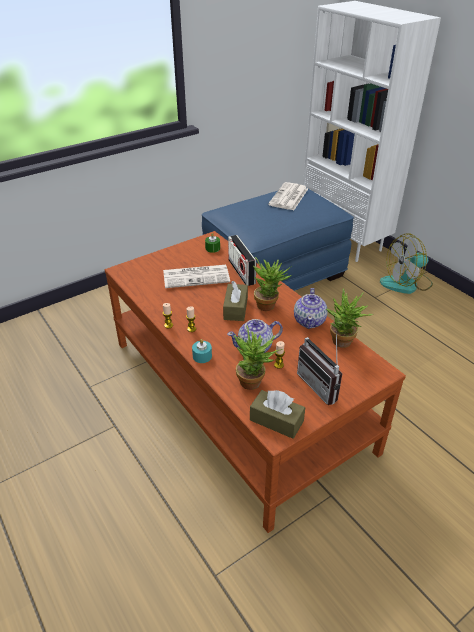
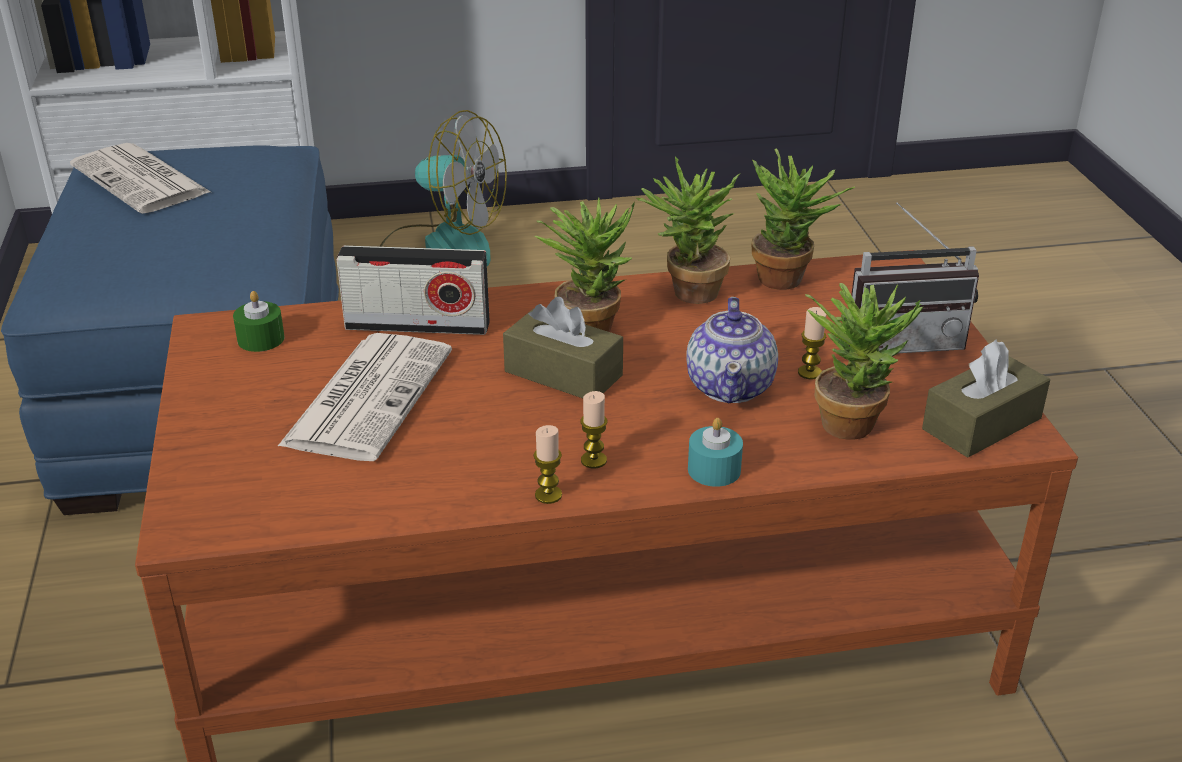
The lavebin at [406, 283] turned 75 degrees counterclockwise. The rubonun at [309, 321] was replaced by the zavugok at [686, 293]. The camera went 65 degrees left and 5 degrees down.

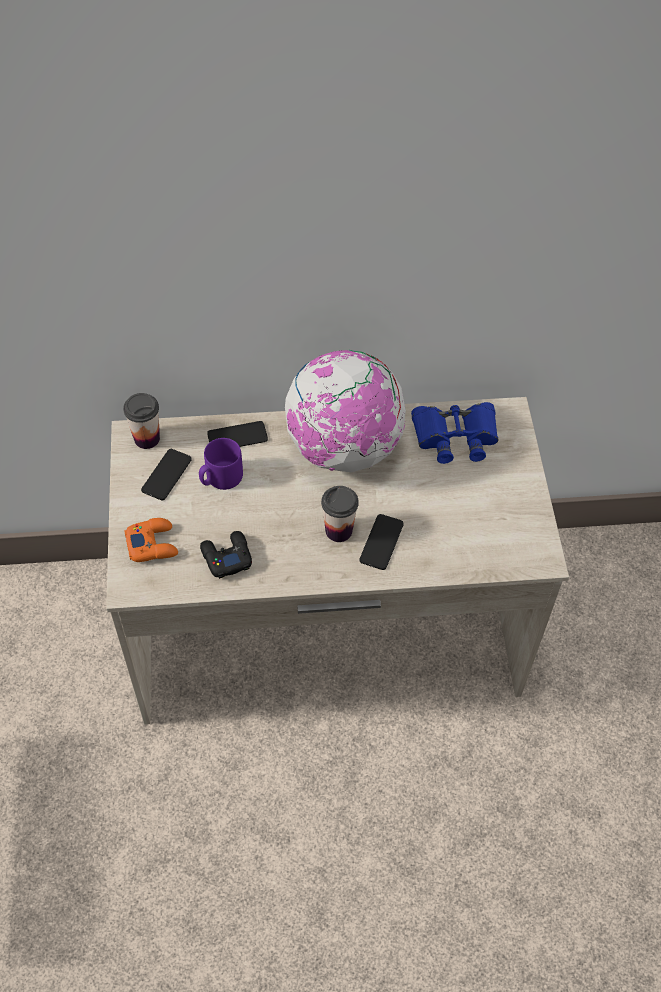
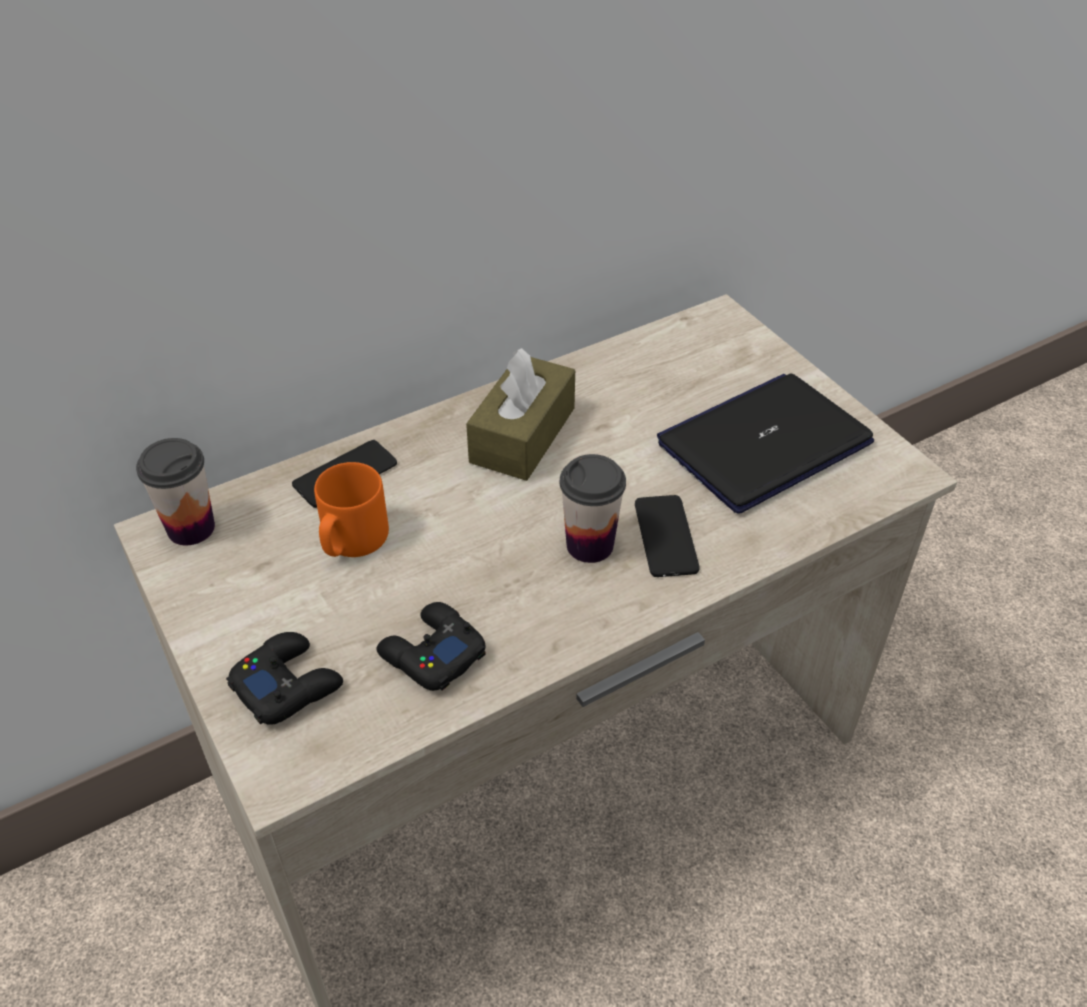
The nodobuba at [344, 449] was replaced by the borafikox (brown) at [522, 435]. The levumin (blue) at [455, 436] disappeared. The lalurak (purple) at [220, 478] became the lalurak (orange) at [351, 541]. The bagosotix at [166, 475] disappeared. The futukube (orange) at [152, 544] became the futukube (black) at [287, 684]. The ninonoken at [764, 443] appeared. The camera went 25 degrees left and 10 degrees down.

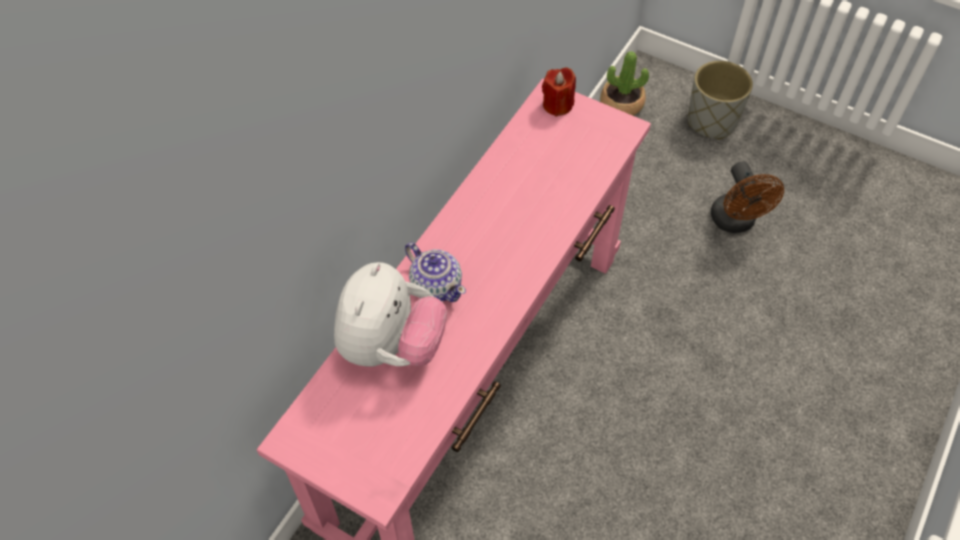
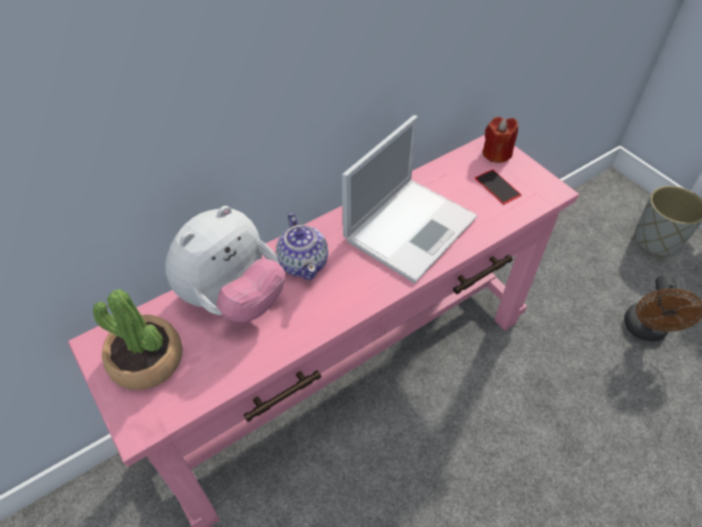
The zavugok moved from [621, 104] to [147, 360]. The ninonoken at [411, 227] appeared. The bagosotix at [497, 186] appeared. The camera went 25 degrees right and 5 degrees down.

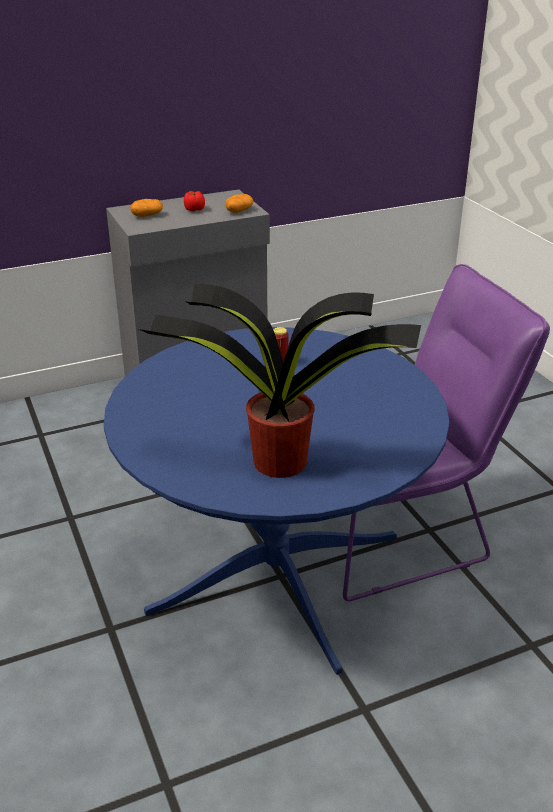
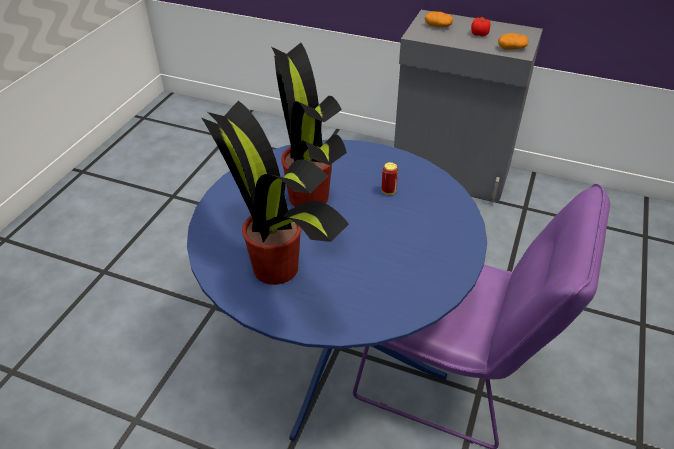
The zavugok at [308, 195] appeared. The camera went 45 degrees right and 10 degrees up.

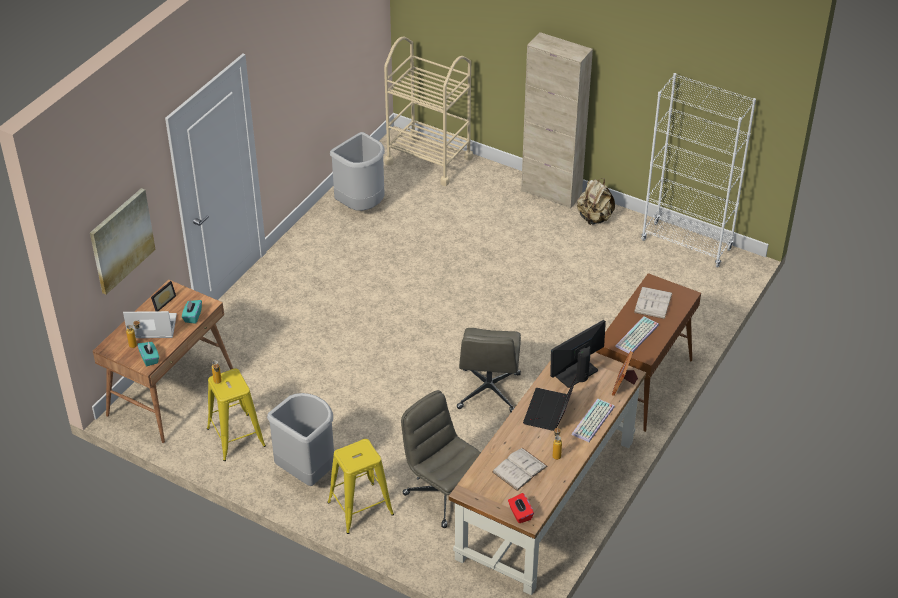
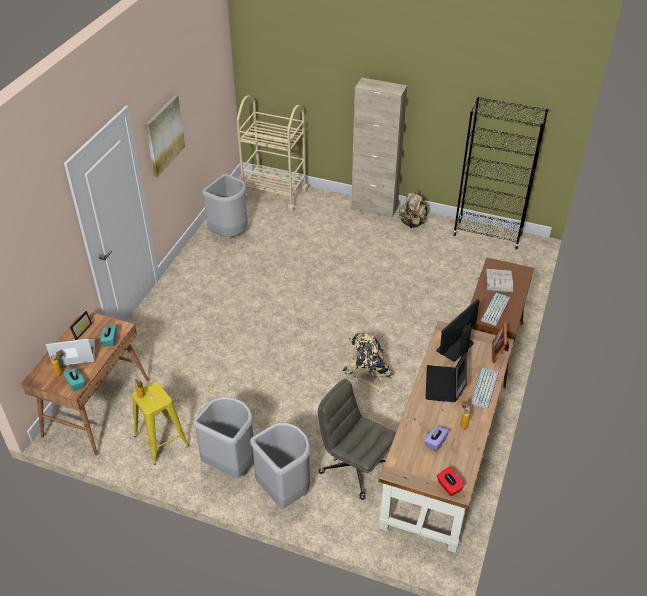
The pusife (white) at [686, 244] became the pusife (black) at [487, 235]. The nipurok moved from [121, 240] to [164, 135]. The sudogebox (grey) at [489, 392] was replaced by the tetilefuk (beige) at [368, 371]. The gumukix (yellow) at [360, 508] was replaced by the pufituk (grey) at [284, 491]. The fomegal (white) at [519, 469] was replaced by the borafikox (purple) at [435, 442]. The camera went 10 degrees left and 0 degrees up.

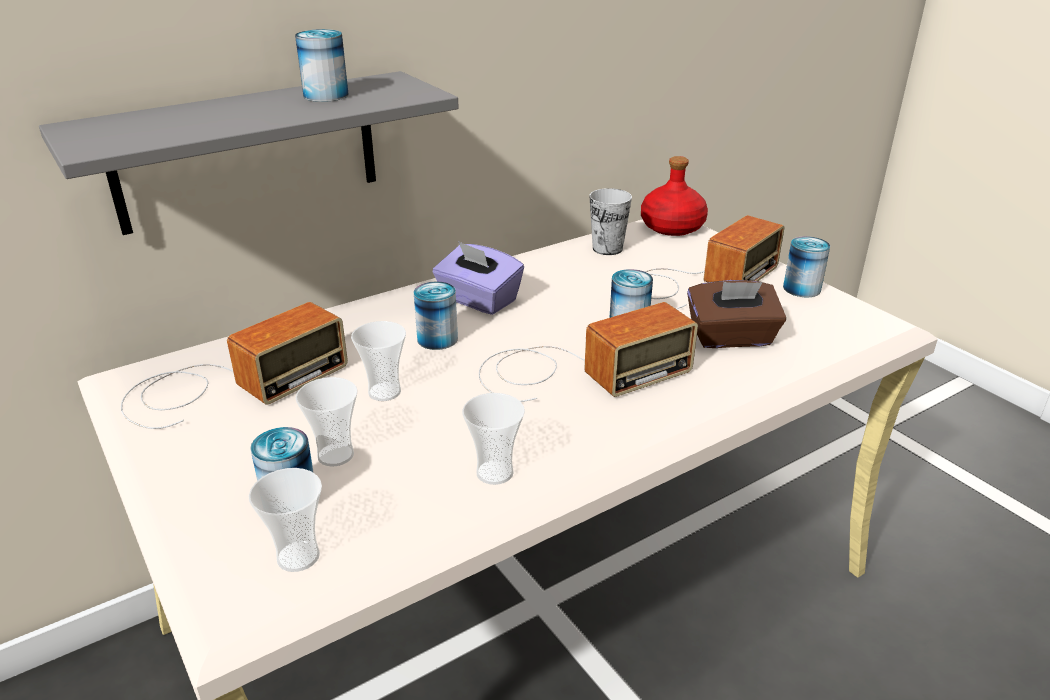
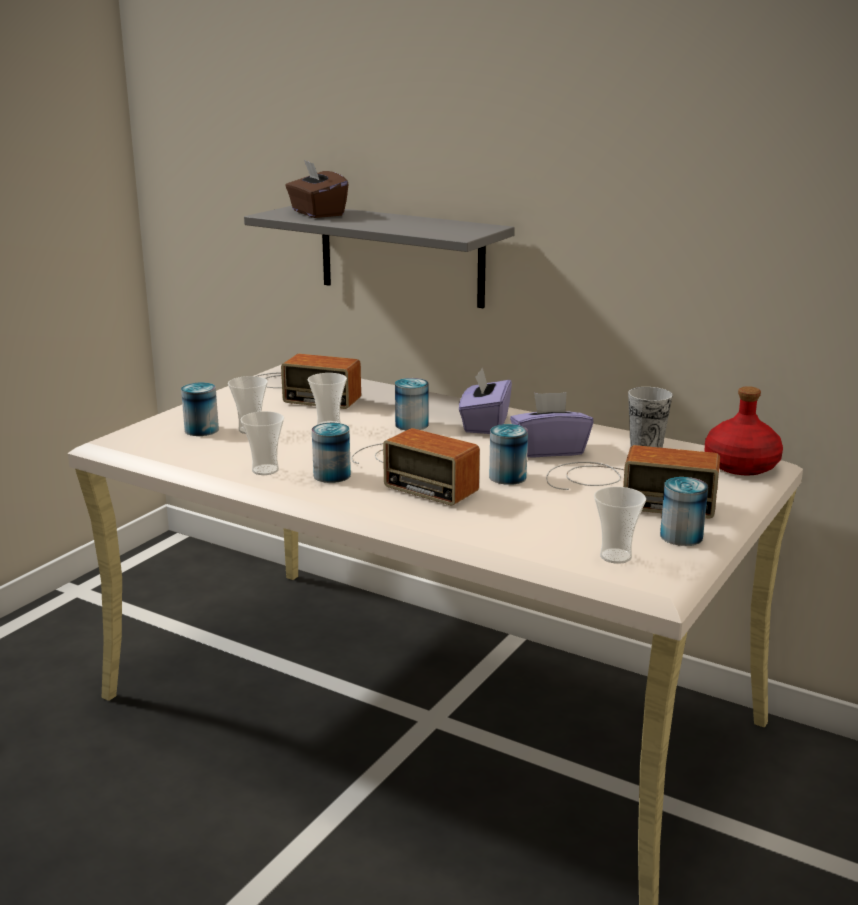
The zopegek moved from [326, 95] to [332, 475]. The borafikox (brown) moved from [731, 338] to [317, 213]. The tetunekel moved from [298, 556] to [615, 556]. The borafikox (purple) at [549, 450] appeared. The camera went 65 degrees right and 10 degrees down.

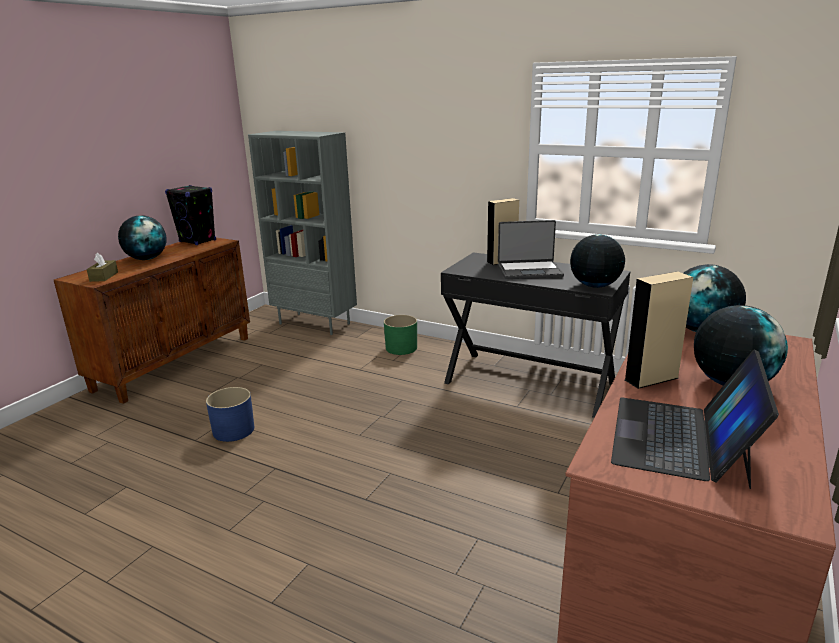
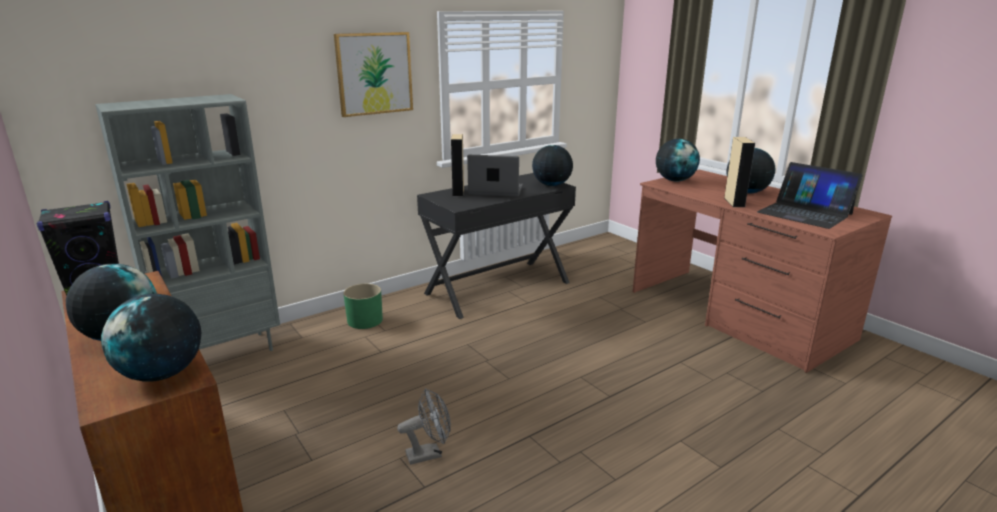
The ninonoken at [529, 271] turned 105 degrees counterclockwise. The borafikox (brown) at [104, 276] was replaced by the nodobuba at [162, 374]. The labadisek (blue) at [233, 430] was replaced by the lavebin (grey) at [429, 453]. The nipurok at [374, 73] appeared. The camera went 65 degrees left and 0 degrees up.

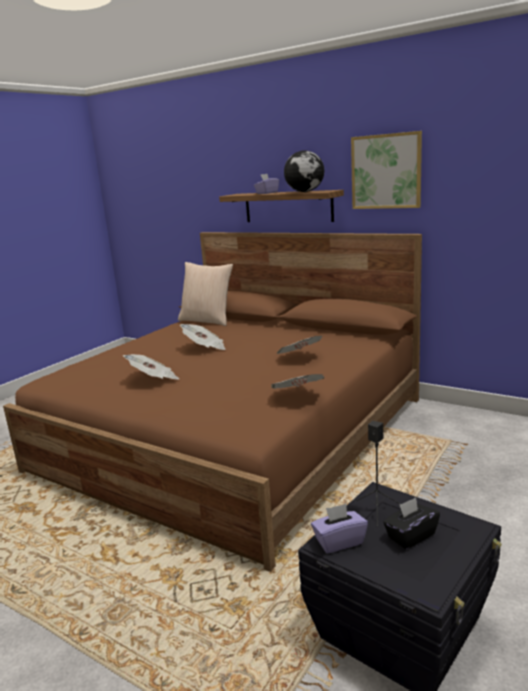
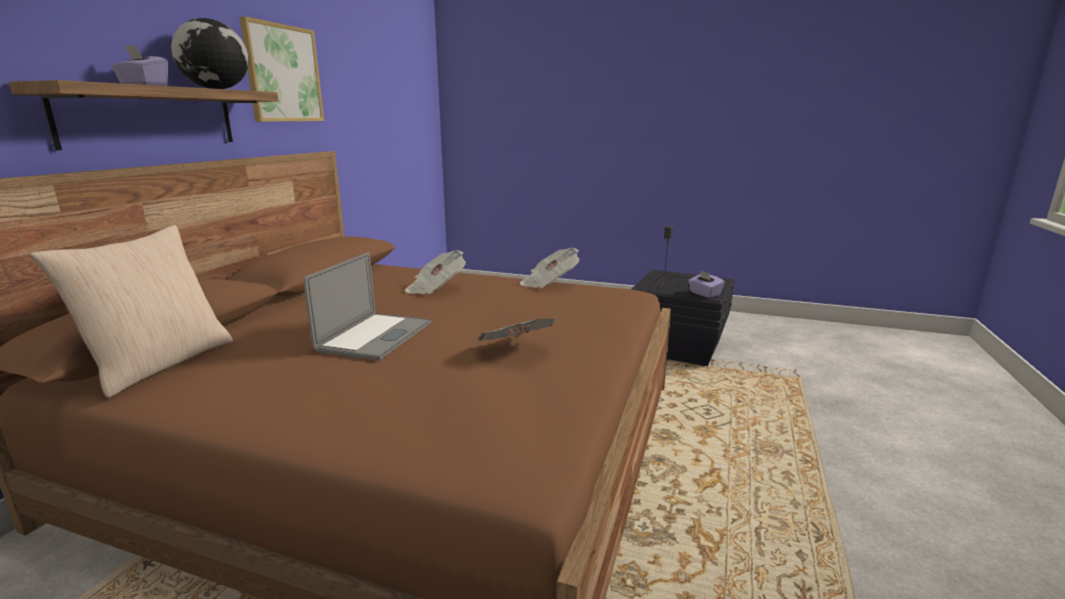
The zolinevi at [205, 348] was replaced by the ninonoken at [375, 336]. The borafikox (black) at [410, 536] disappeared. The camera went 105 degrees left and 0 degrees up.

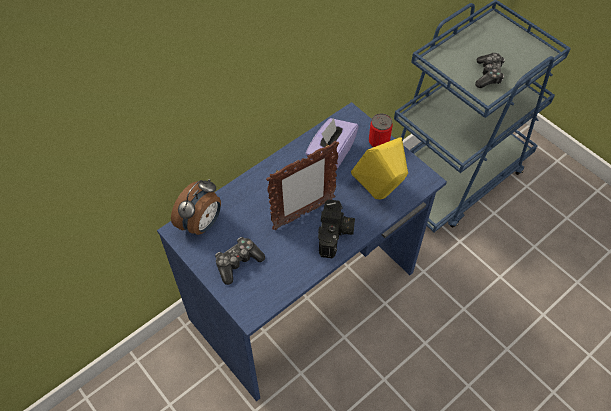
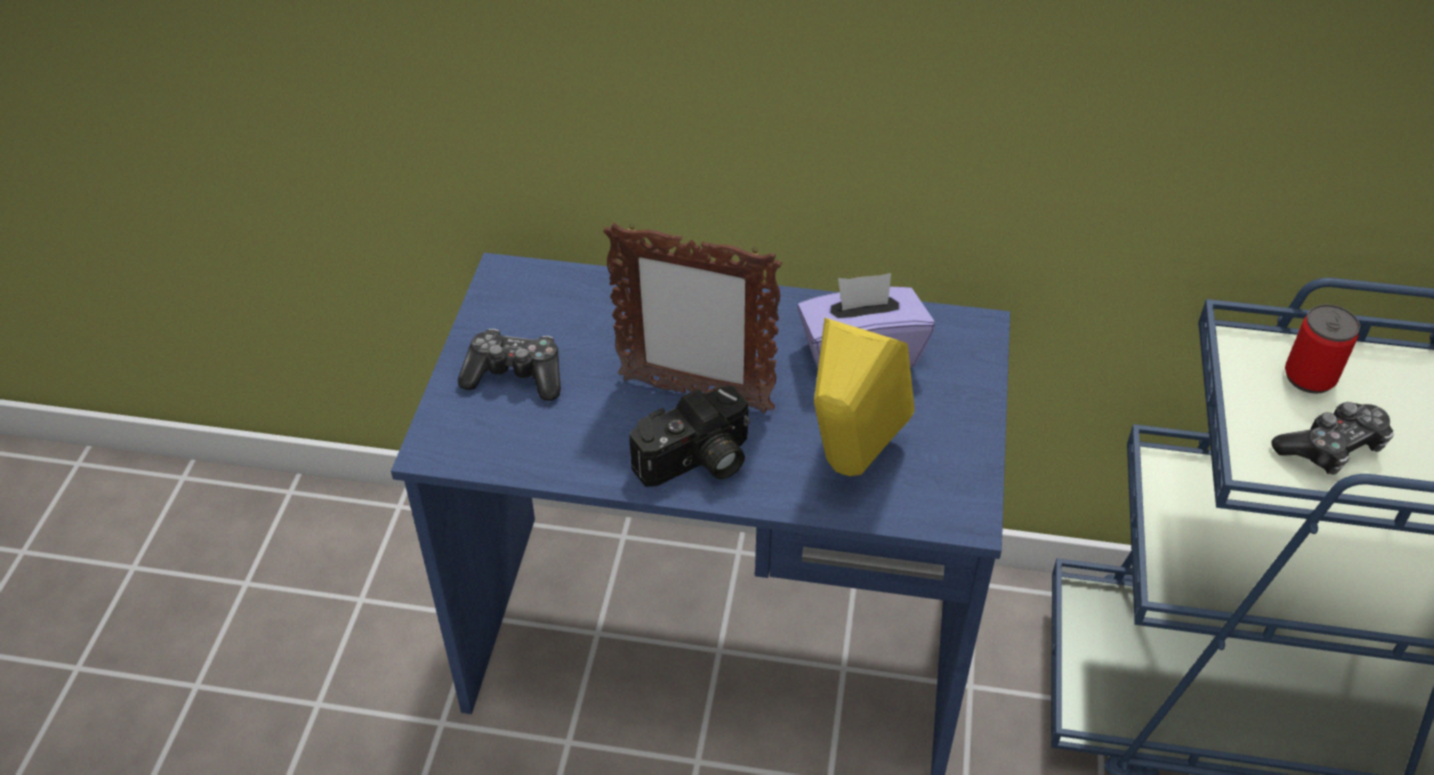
The zopegek moved from [378, 142] to [1309, 377]. The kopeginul at [202, 224] disappeared. The camera went 50 degrees right and 10 degrees down.

